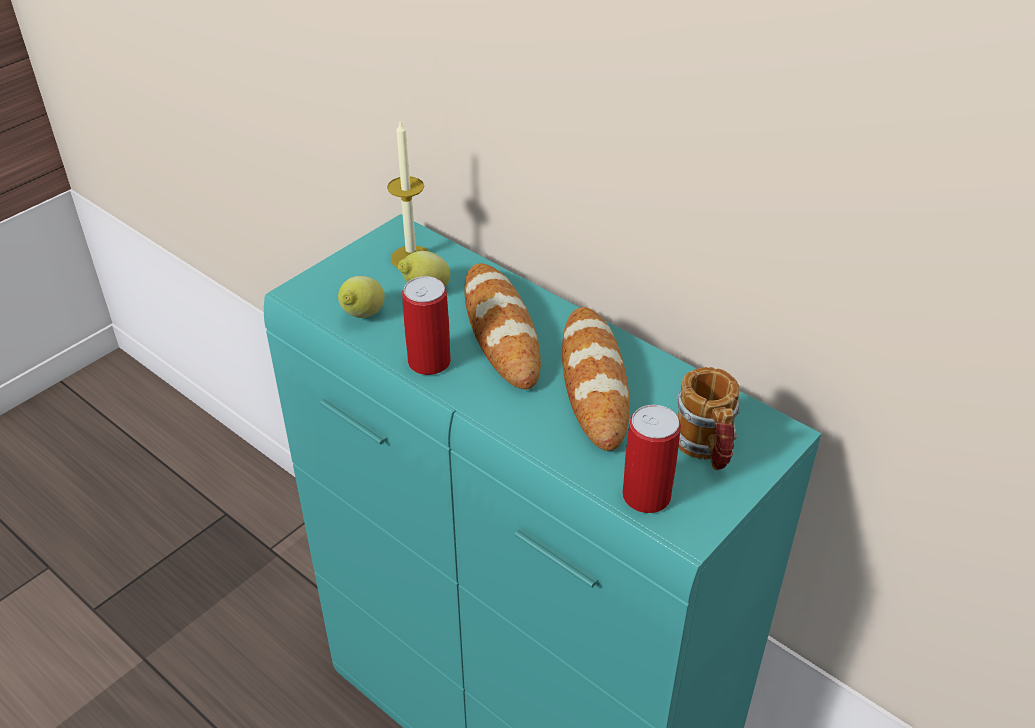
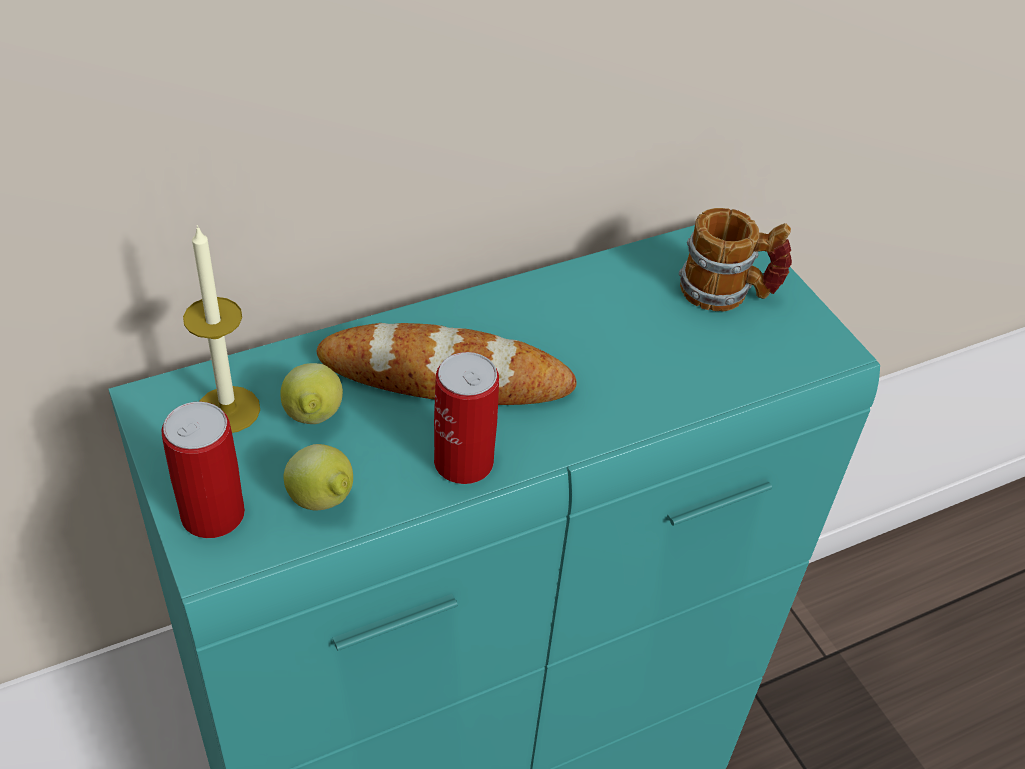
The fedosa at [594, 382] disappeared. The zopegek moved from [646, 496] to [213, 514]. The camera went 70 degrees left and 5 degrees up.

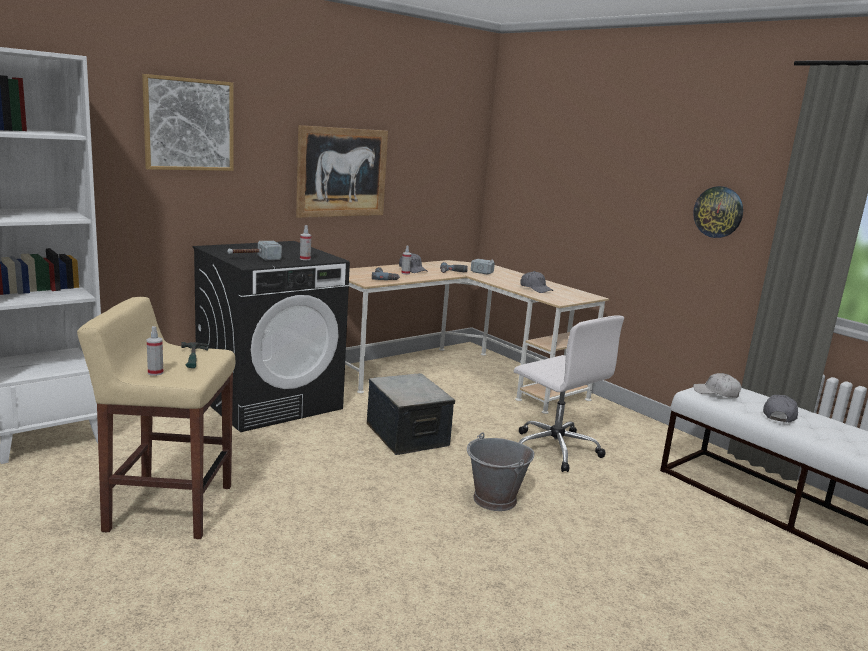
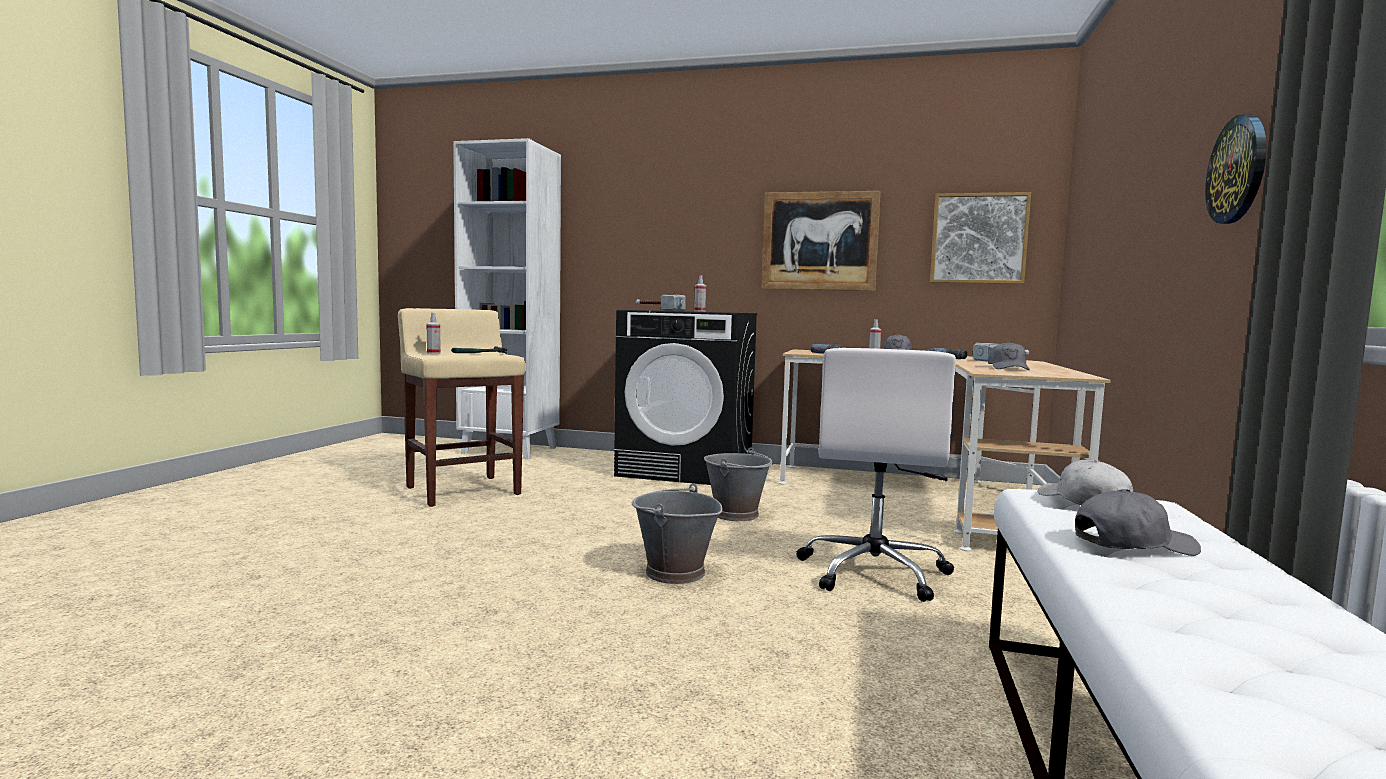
The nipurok moved from [189, 124] to [978, 238]. The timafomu at [407, 435] was replaced by the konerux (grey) at [736, 514]. The camera went 55 degrees right and 10 degrees down.

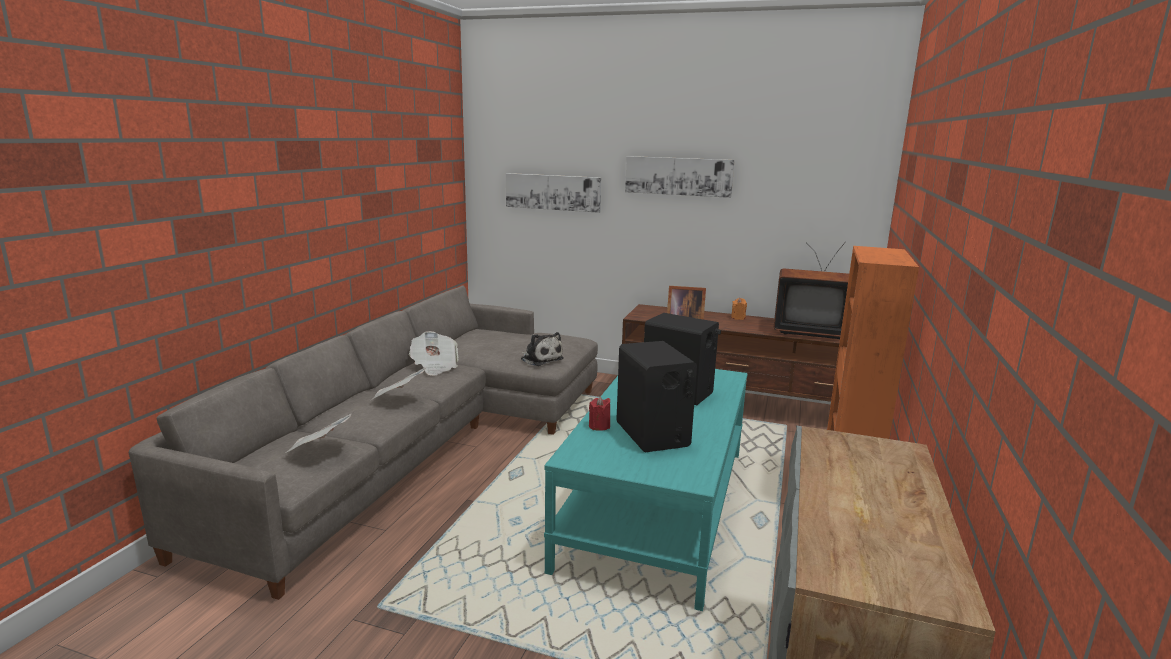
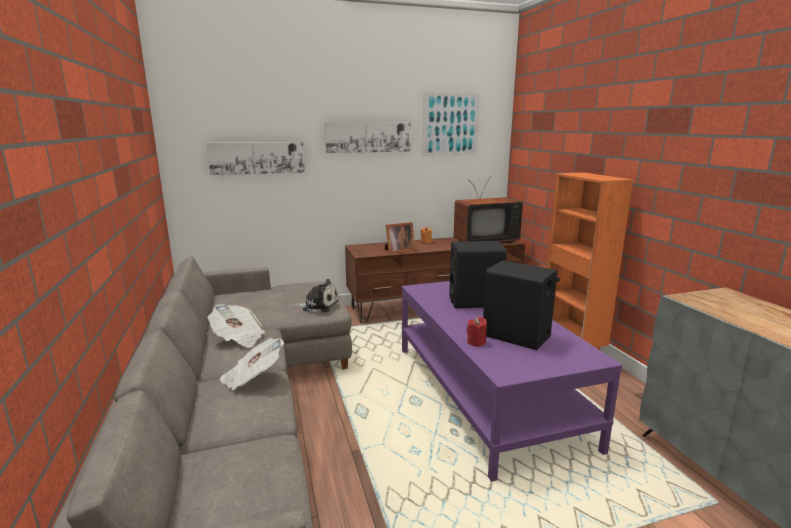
The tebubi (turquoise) at [657, 505] became the tebubi (purple) at [485, 393]. The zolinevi at [320, 450] disappeared. The nipurok at [451, 124] appeared. The camera went 35 degrees left and 0 degrees up.

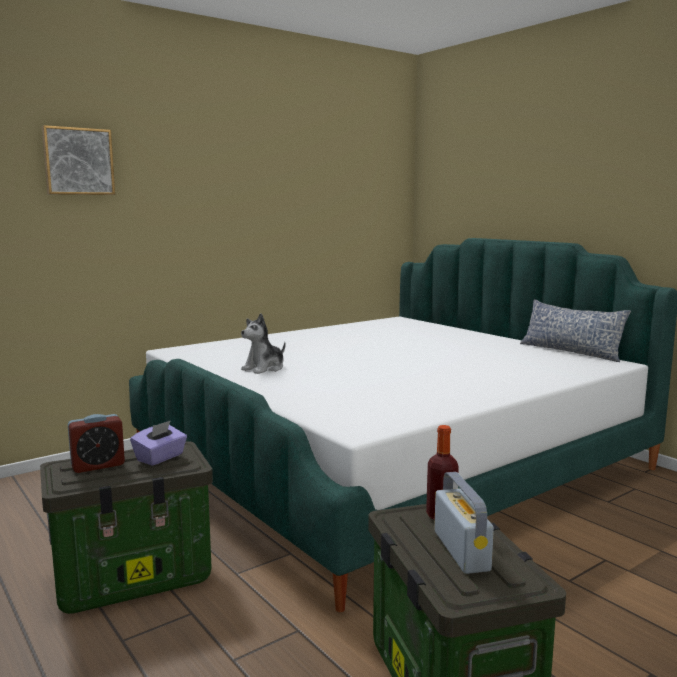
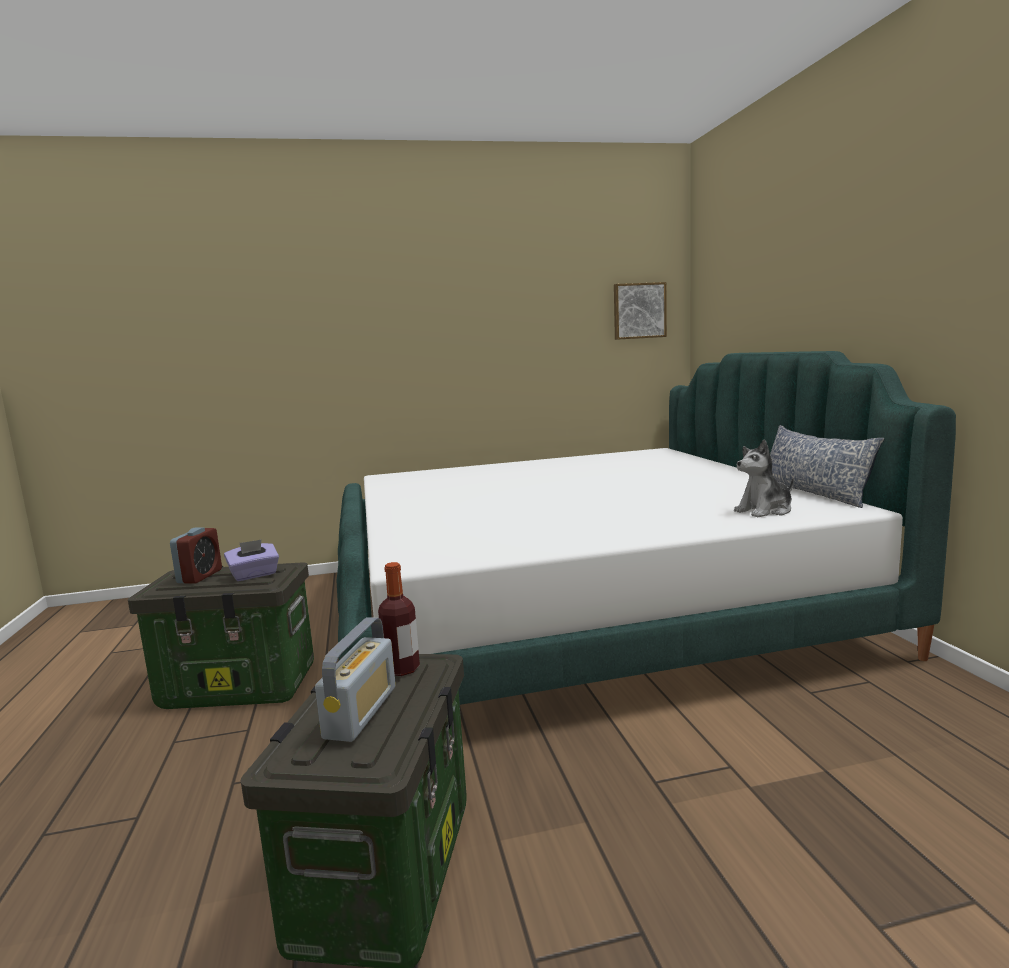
The nipurok moved from [78, 161] to [639, 311]. The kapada moved from [264, 368] to [765, 511]. The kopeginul at [98, 465] turned 75 degrees counterclockwise. The camera went 25 degrees right and 0 degrees up.

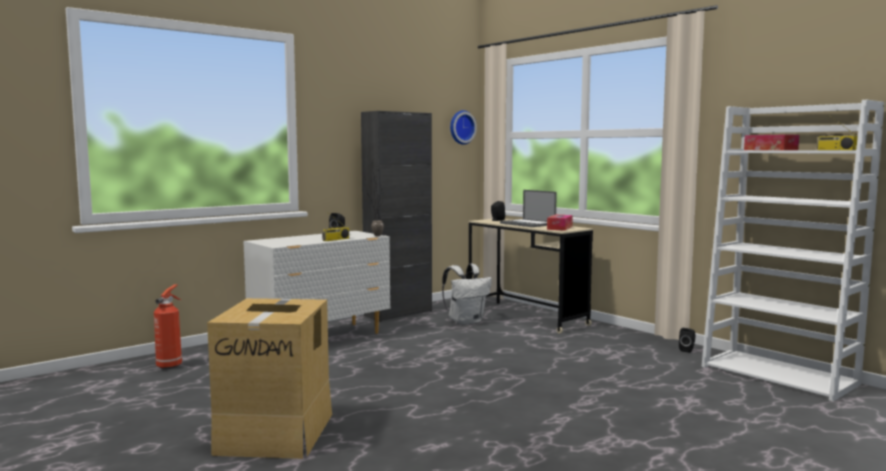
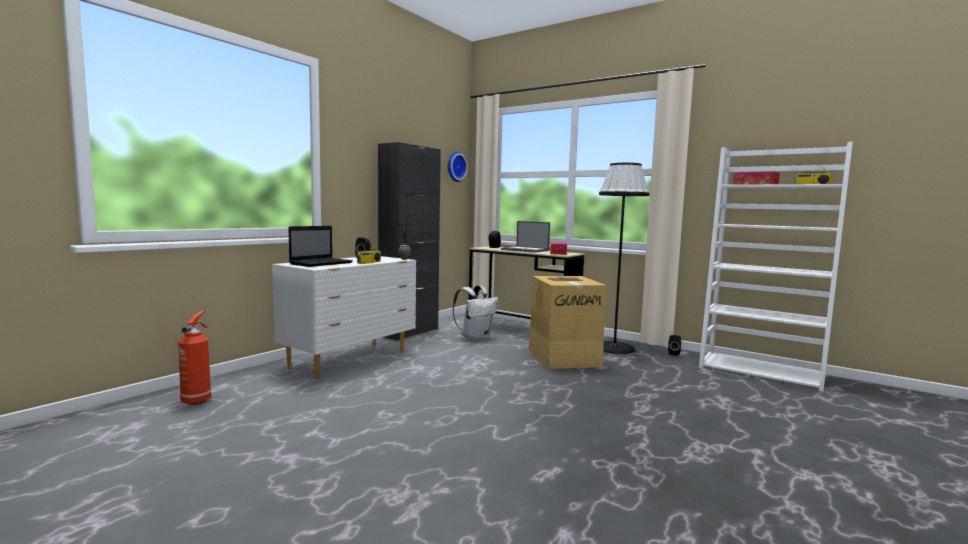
The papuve moved from [276, 432] to [564, 357]. The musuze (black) at [614, 348] appeared. The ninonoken at [322, 263] appeared. The camera went 15 degrees left and 0 degrees up.

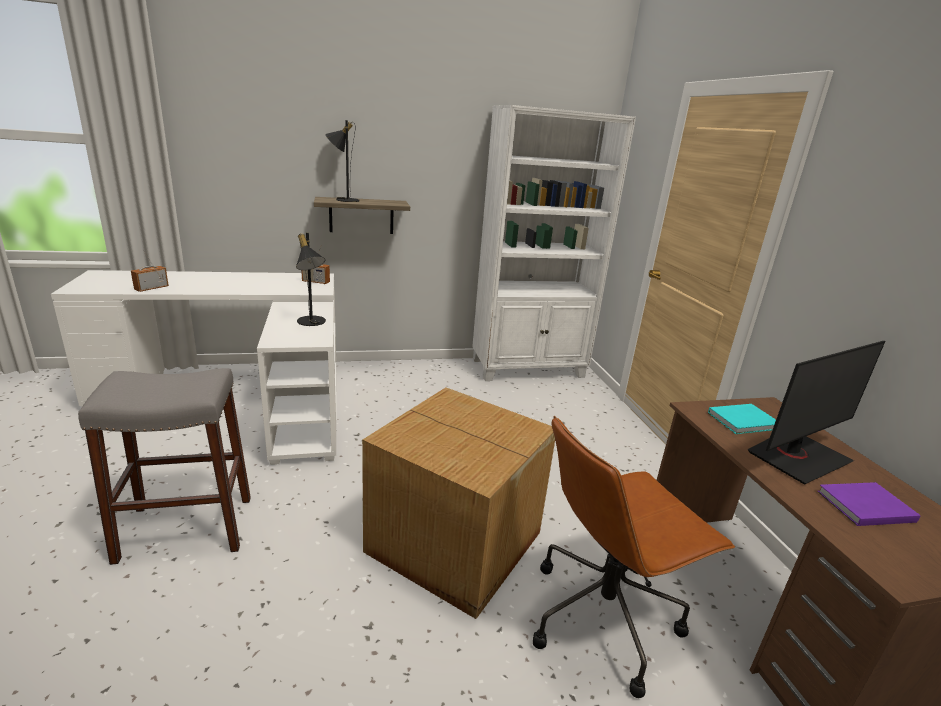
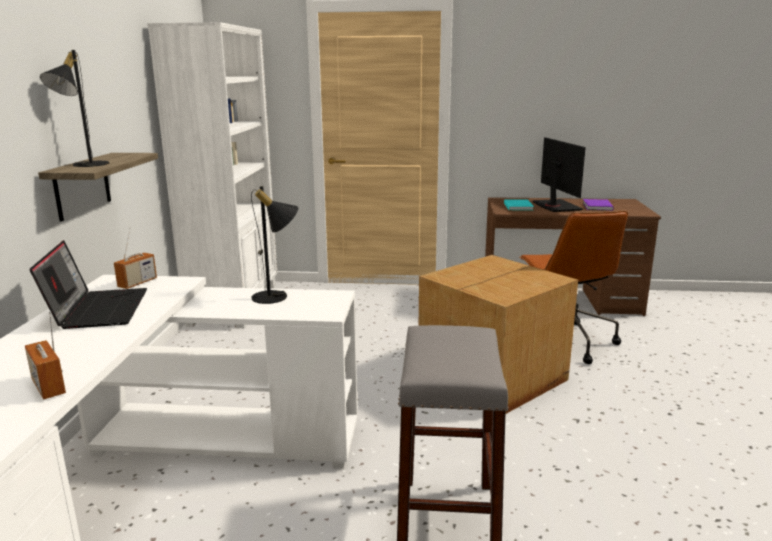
The ninonoken at [97, 309] appeared. The camera went 70 degrees left and 5 degrees down.

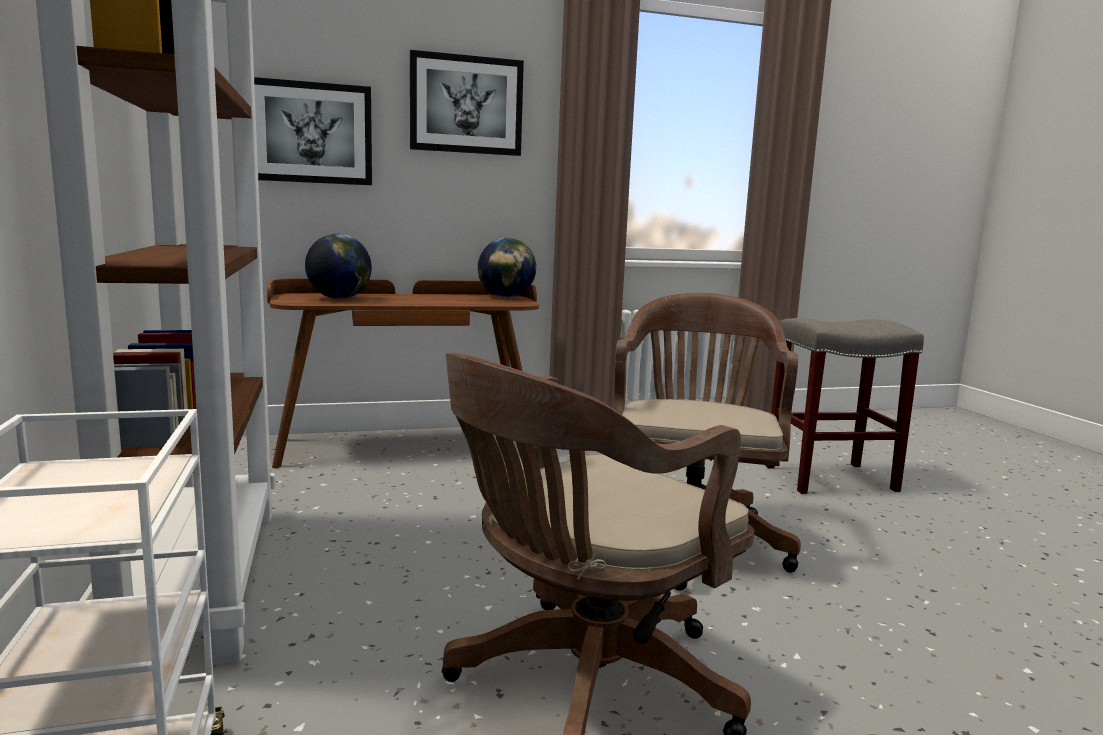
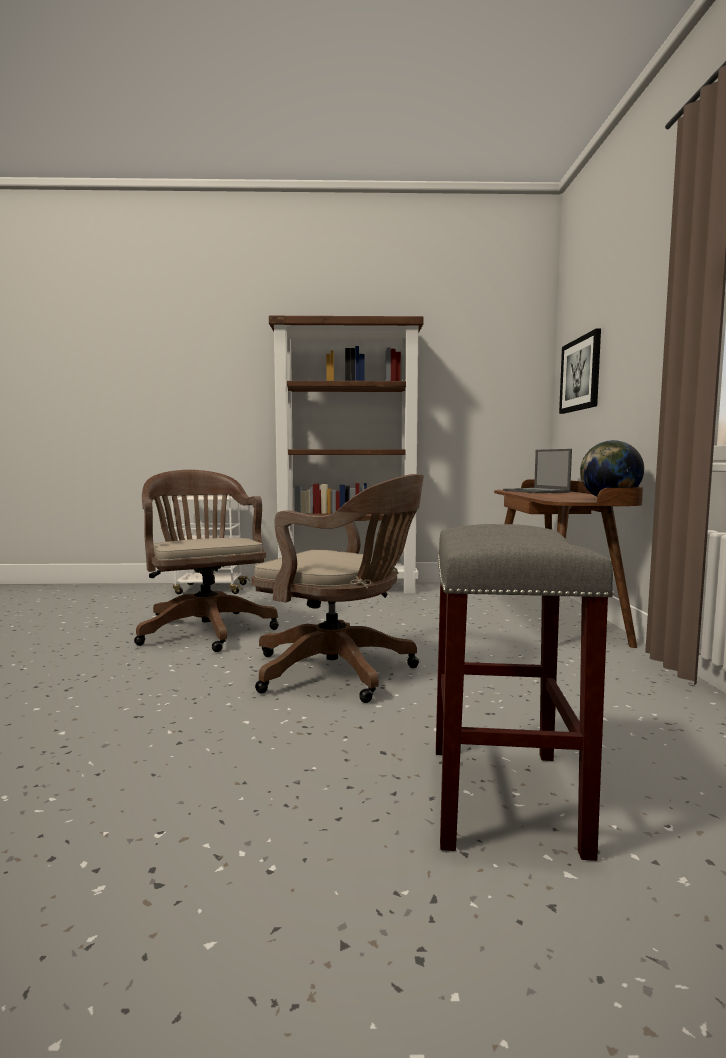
The nipurok at [466, 105] disappeared. The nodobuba at [339, 299] was replaced by the ninonoken at [536, 491]. The camera went 105 degrees right and 5 degrees down.

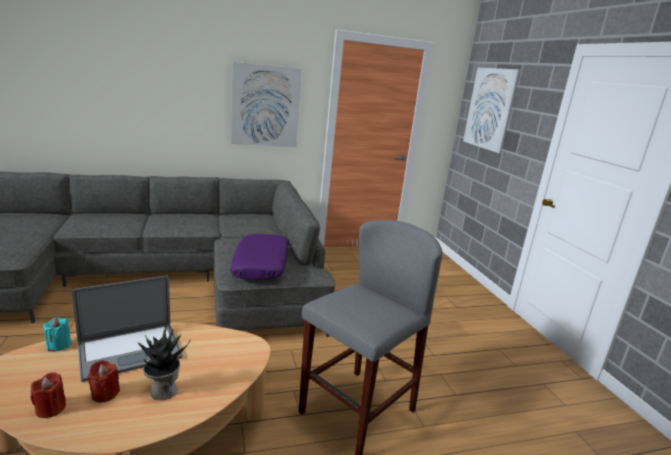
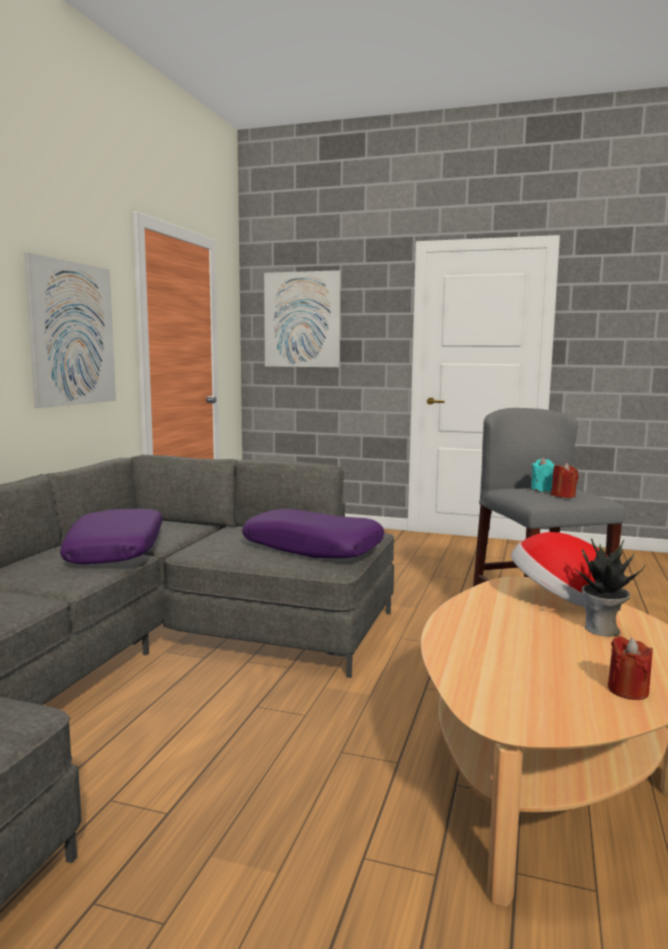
The ninonoken at [130, 351] disappeared. The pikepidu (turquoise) moved from [59, 345] to [541, 489]. The pikepidu (red) moved from [105, 393] to [563, 495]. The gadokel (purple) at [117, 550] appeared. The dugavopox at [558, 600] appeared. The camera went 55 degrees left and 10 degrees down.

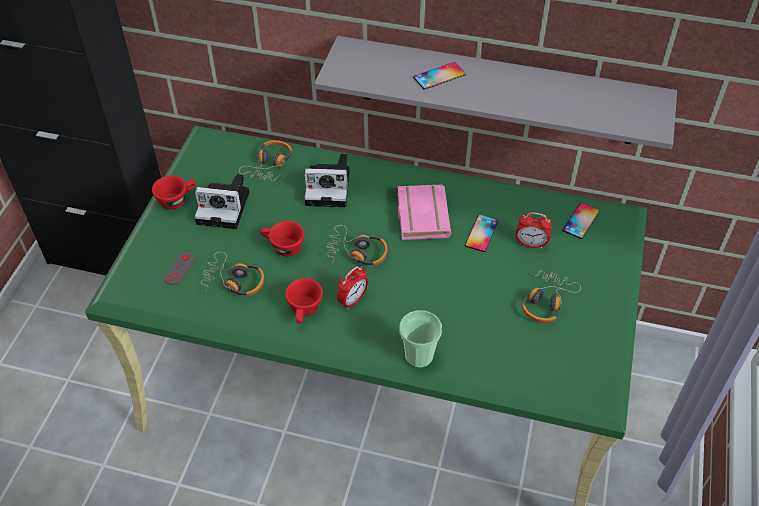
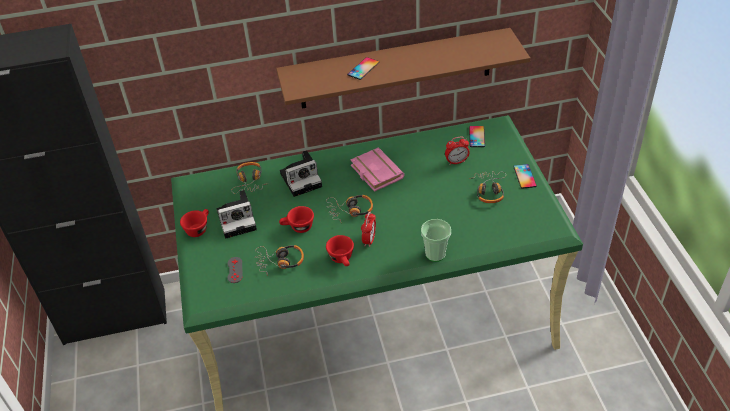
The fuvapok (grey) at [498, 91] became the fuvapok (brown) at [395, 69]. The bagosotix moved from [481, 233] to [524, 176]. The camera went 25 degrees left and 5 degrees down.

